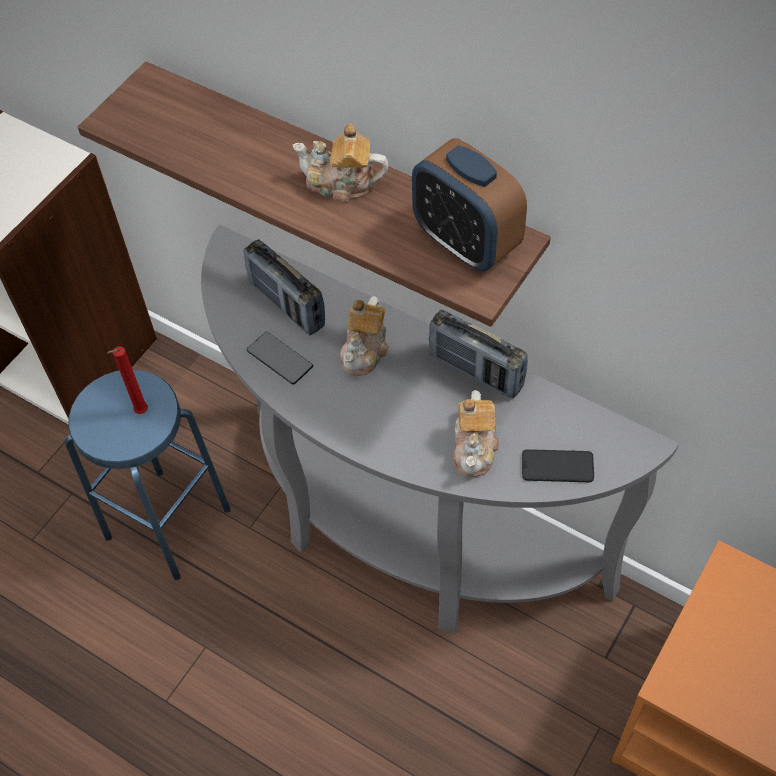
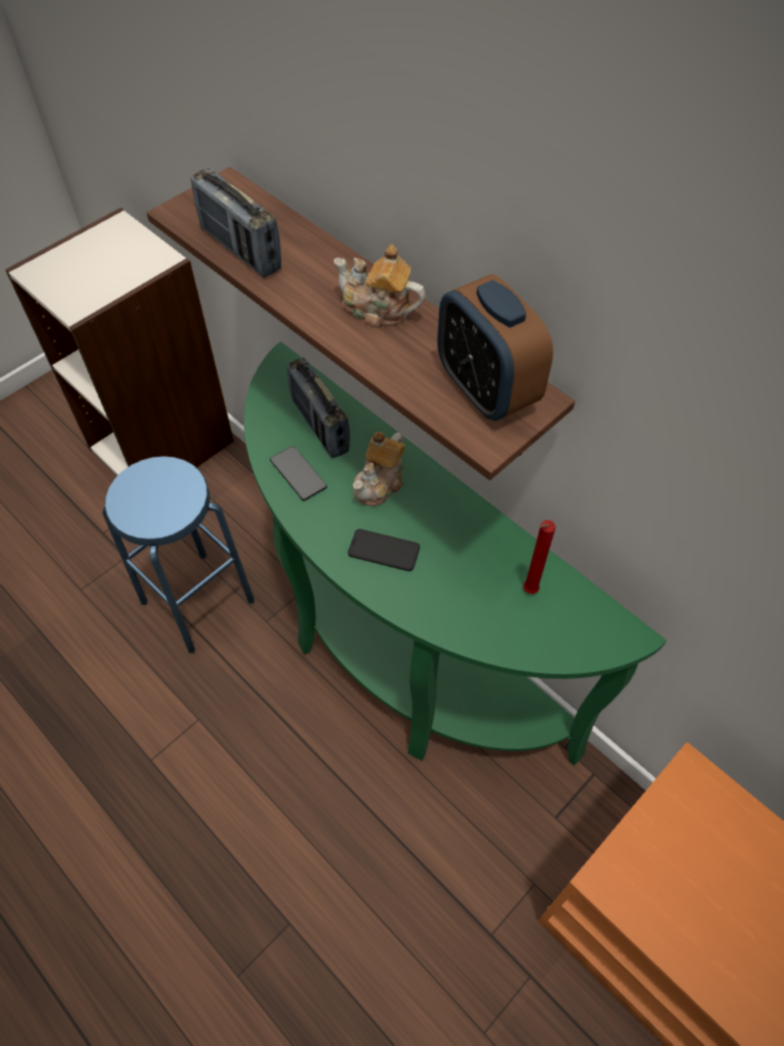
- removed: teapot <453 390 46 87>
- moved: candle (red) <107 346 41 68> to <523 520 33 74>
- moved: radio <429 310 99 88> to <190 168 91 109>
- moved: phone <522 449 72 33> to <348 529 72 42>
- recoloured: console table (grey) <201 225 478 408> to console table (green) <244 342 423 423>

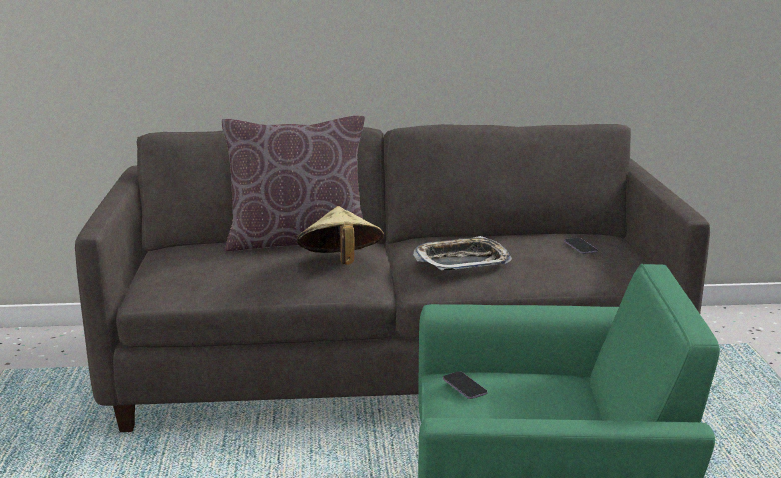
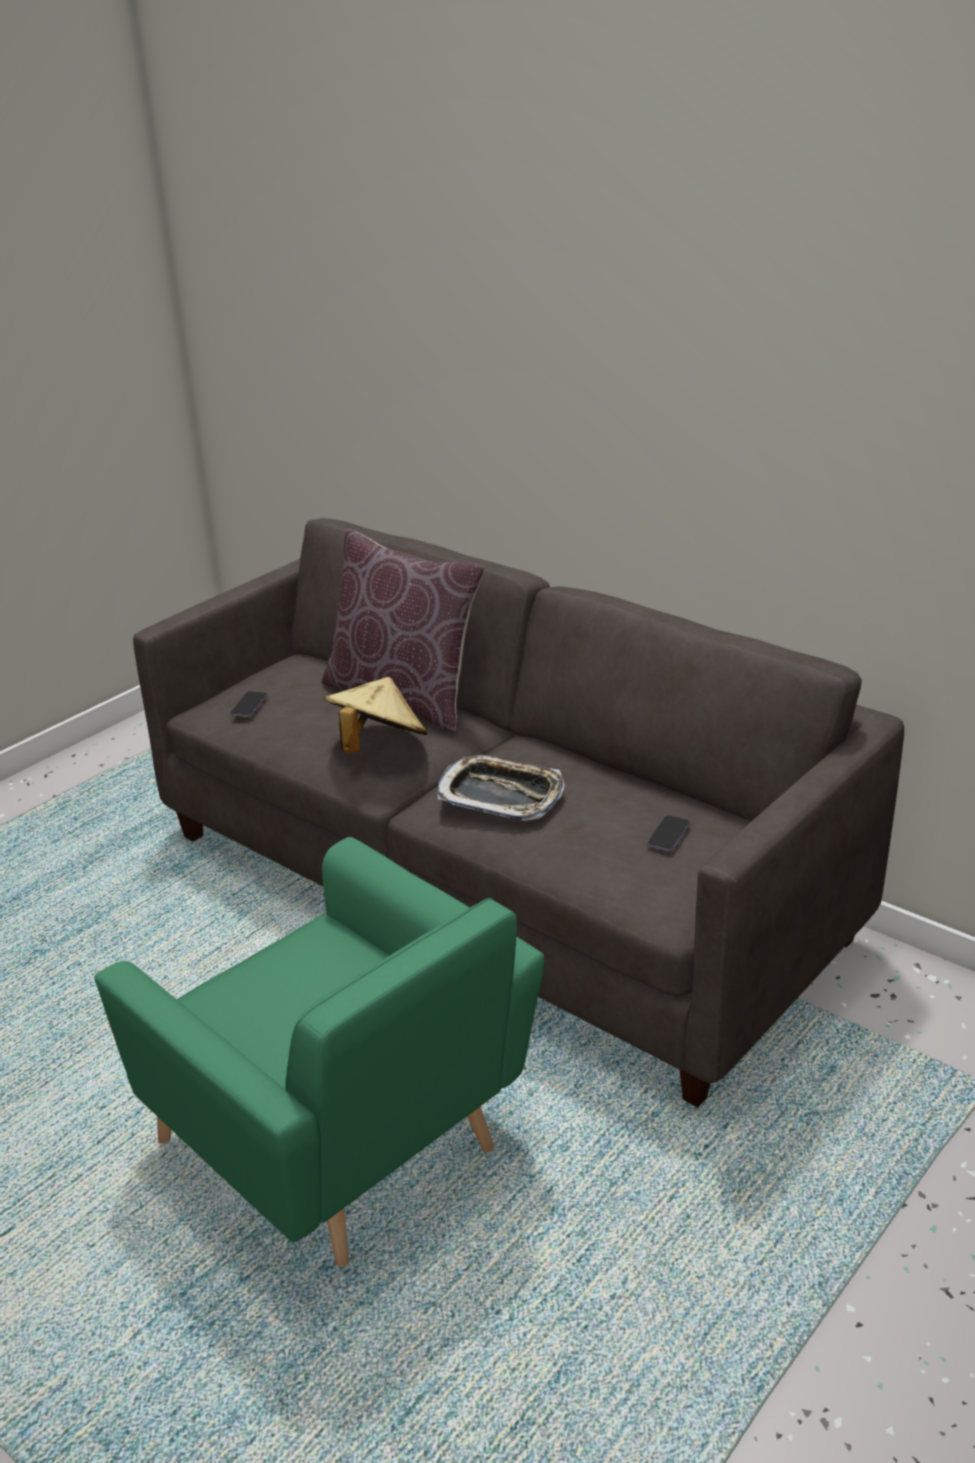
- moved: phone <443 371 45 28> to <230 691 37 26>

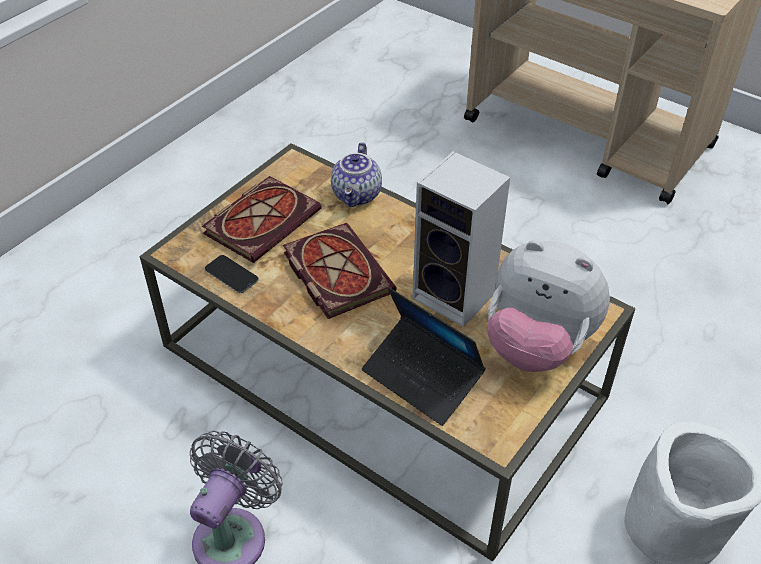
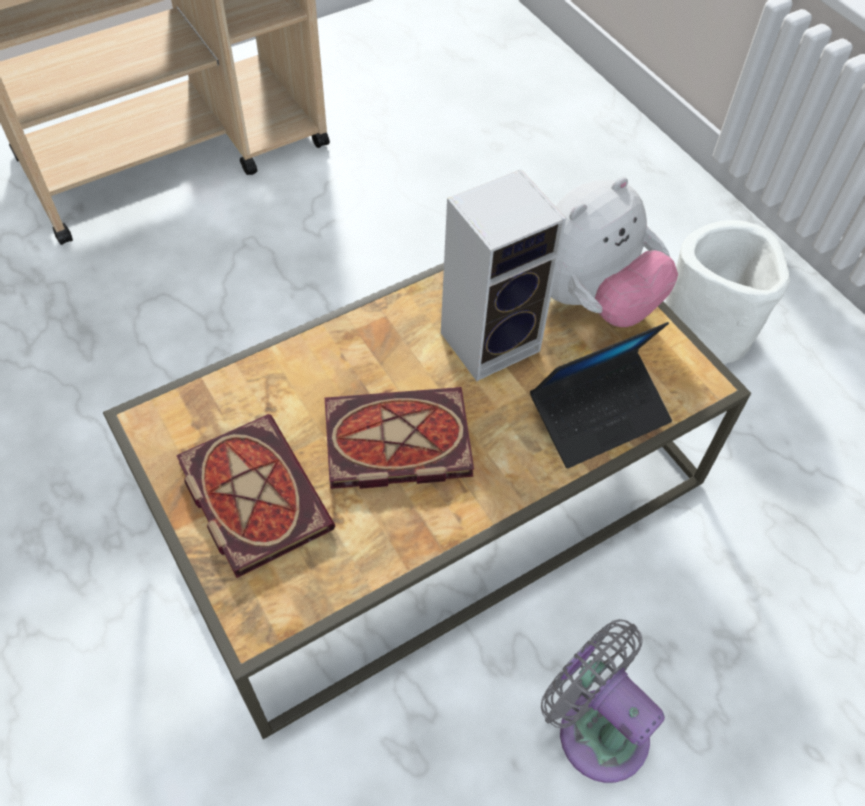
- removed: phone <205 255 54 38>
- removed: teapot <331 142 51 65>

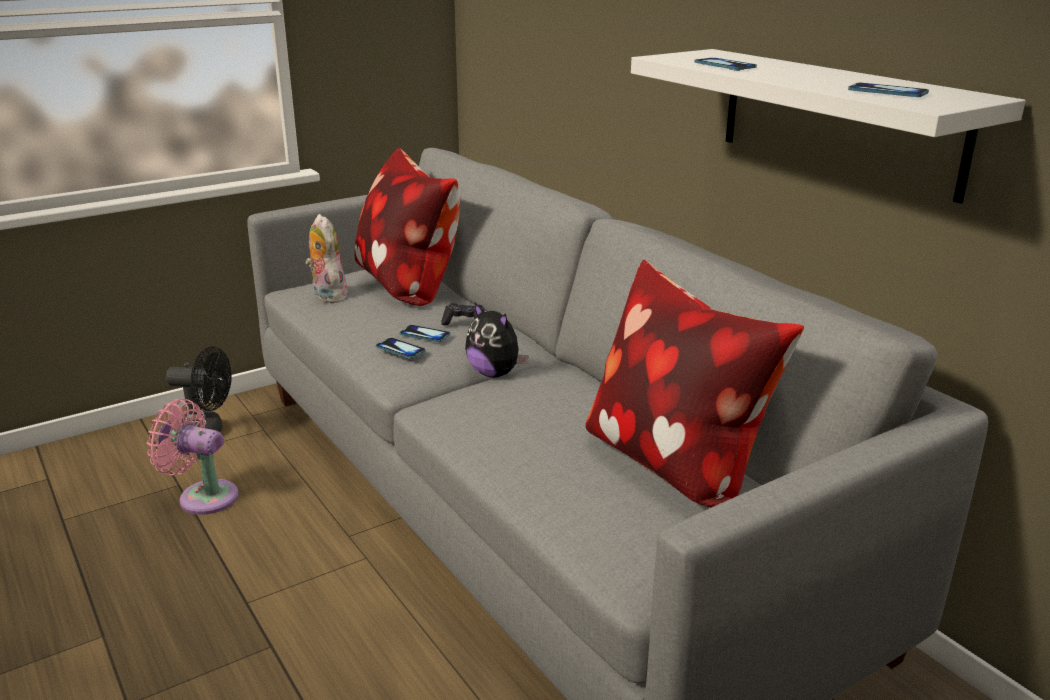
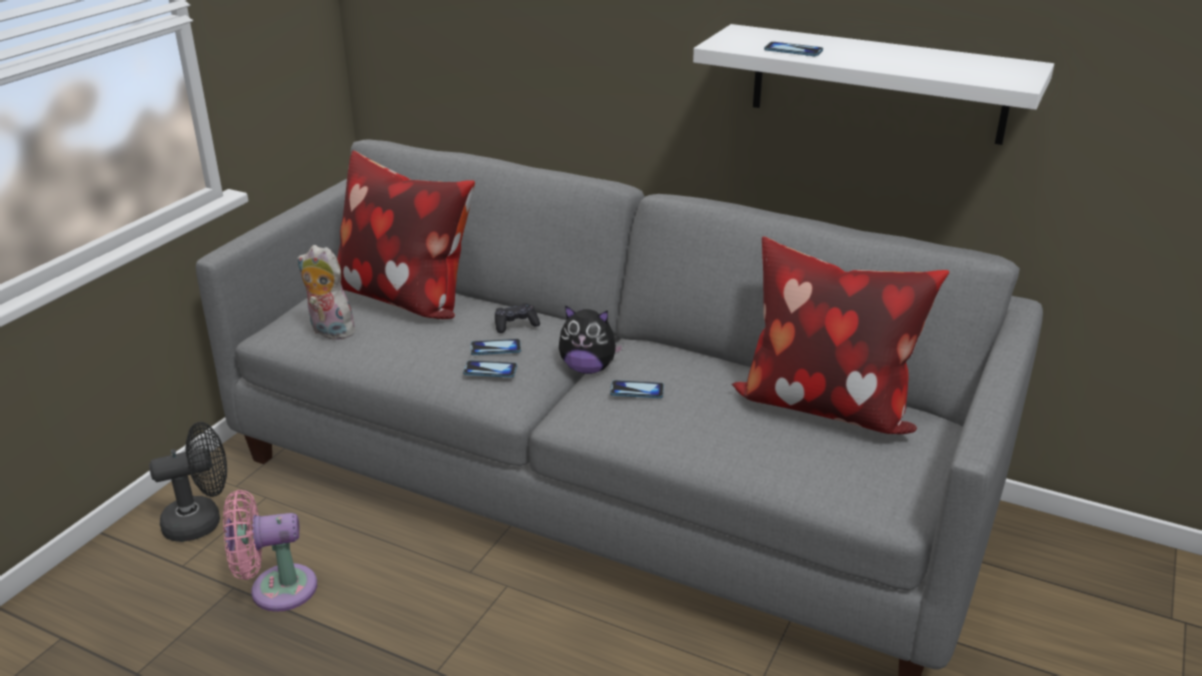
- moved: phone <848 83 81 14> to <610 380 54 18>

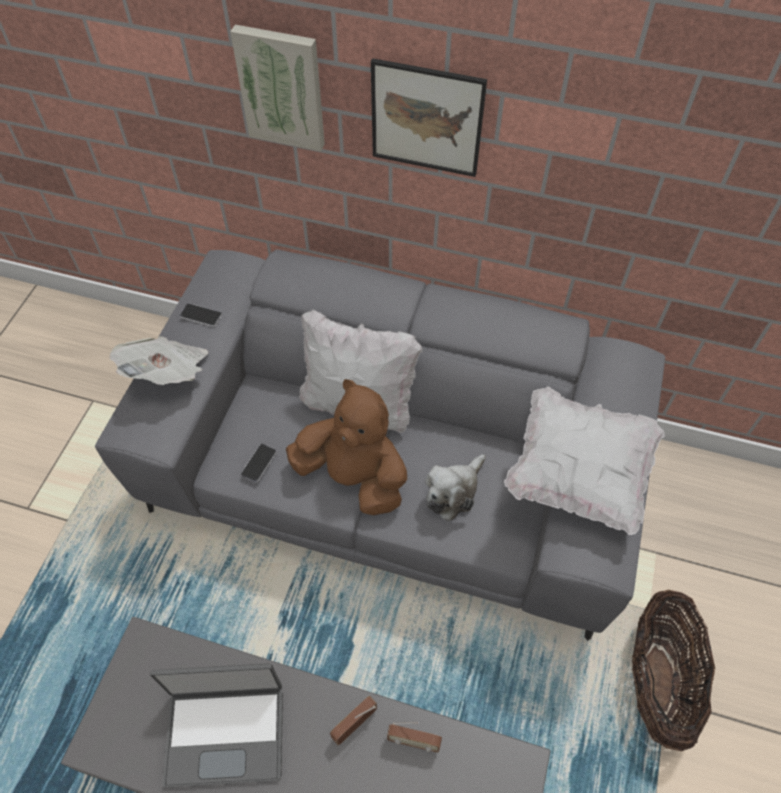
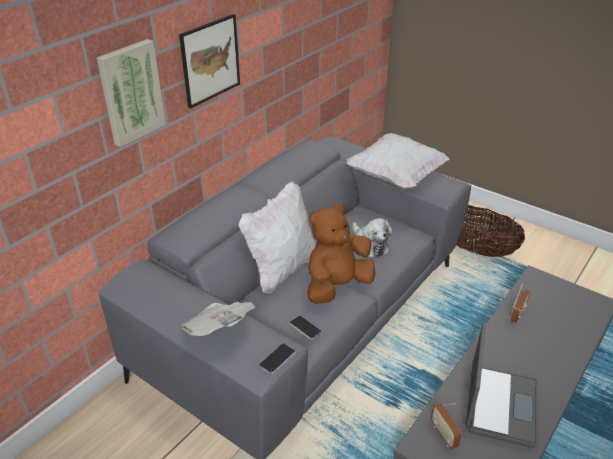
- moved: phone <180 303 42 24> to <259 343 37 31>
- moved: radio <330 696 47 49> to <431 403 31 46>

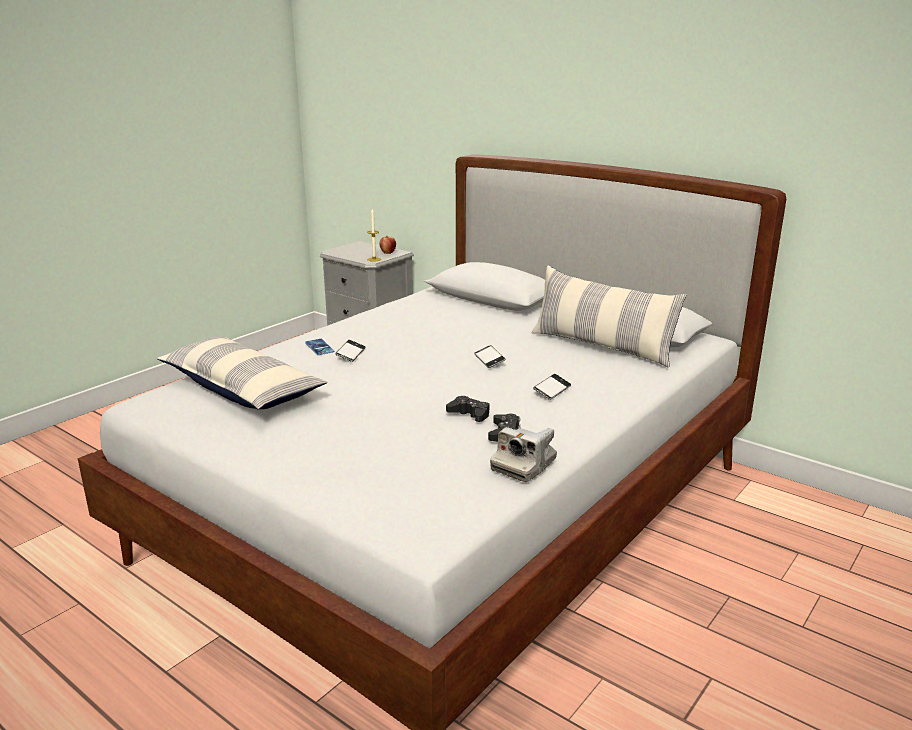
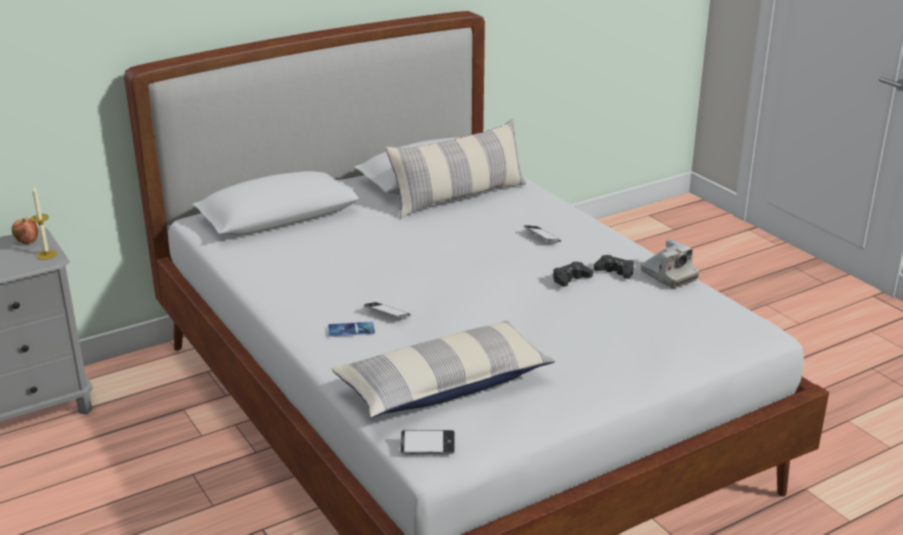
- moved: phone <474 345 31 23> to <400 430 55 24>

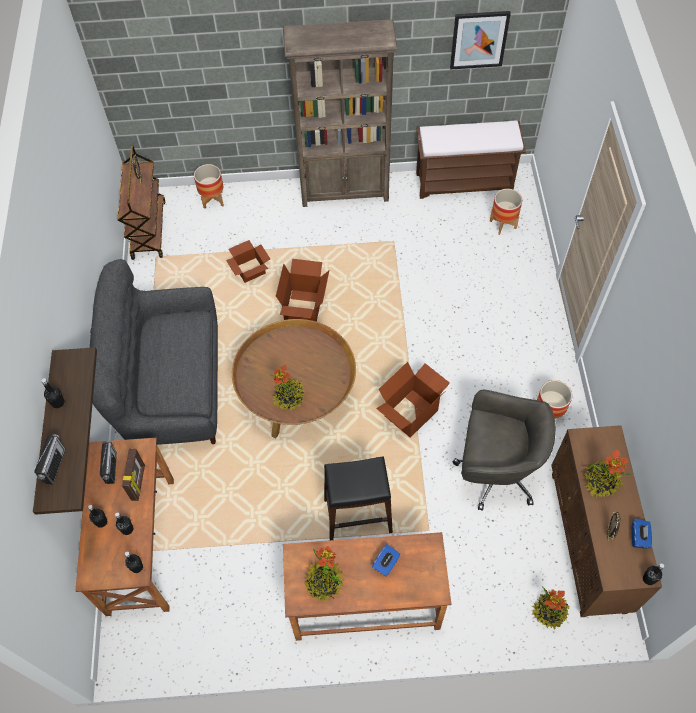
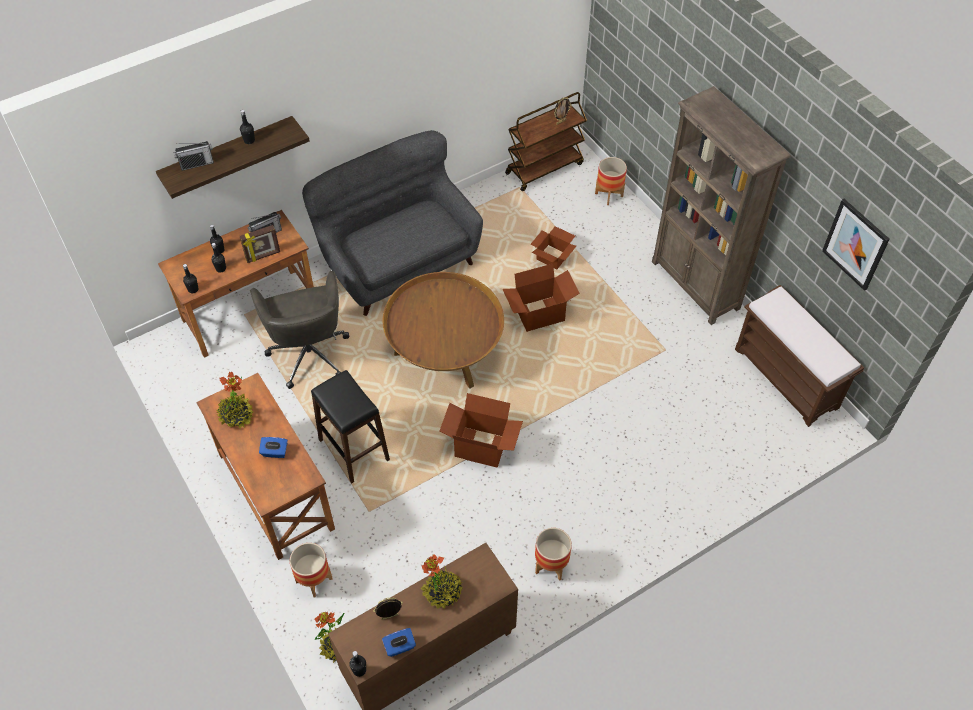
- removed: potted plant <270 364 35 46>
- moved: office chair (grey) <452 390 104 121> to <250 271 99 118>
- moved: planter <490 189 32 46> to <290 543 43 54>

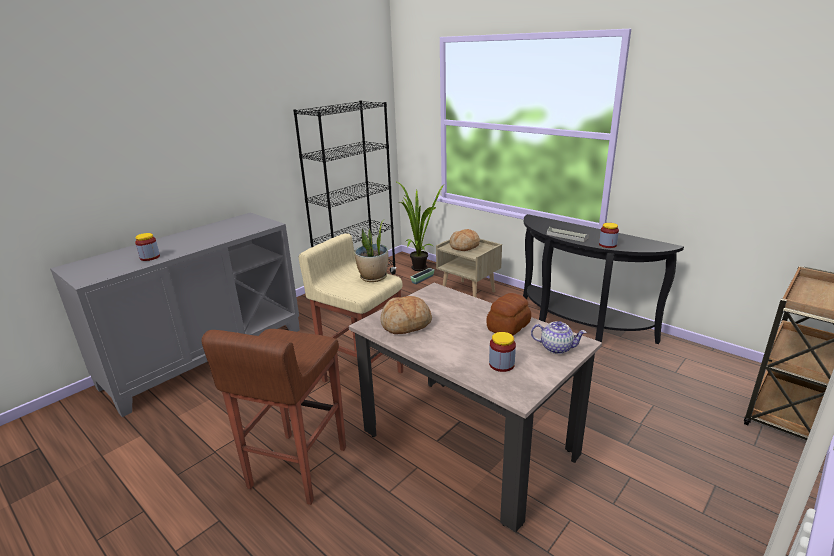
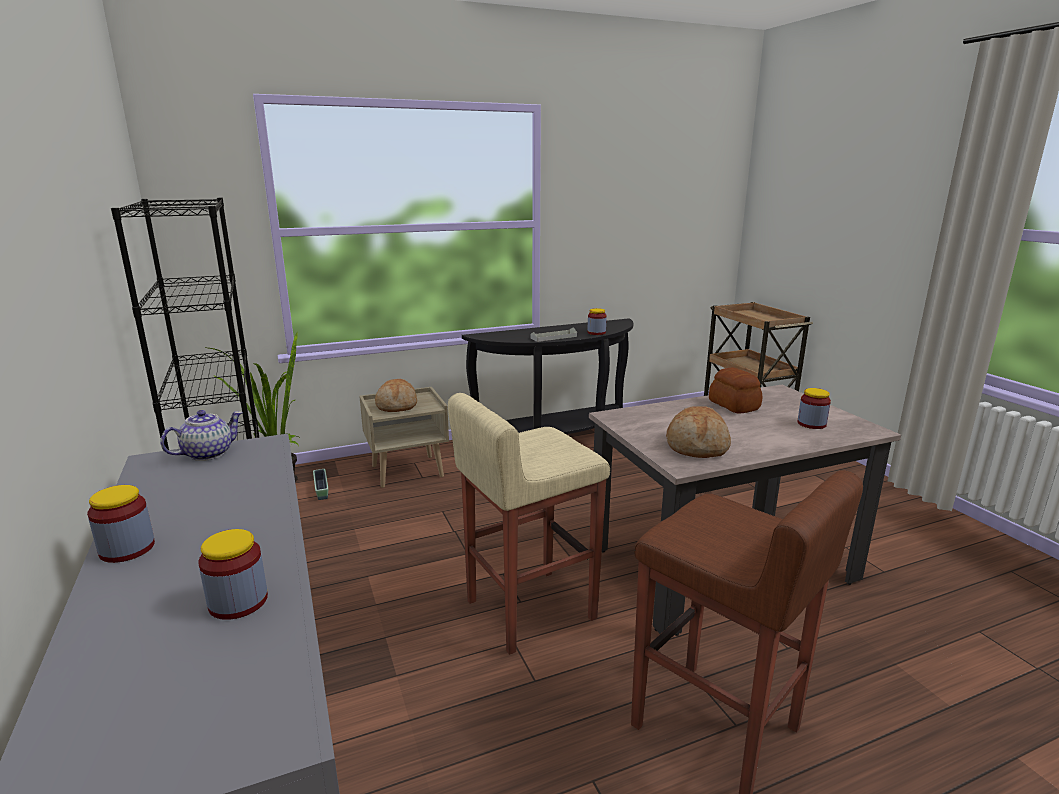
- removed: potted plant <354 220 34 62>
- added: jar <87 485 68 78>
- moved: teapot <531 321 55 33> to <160 410 83 51>

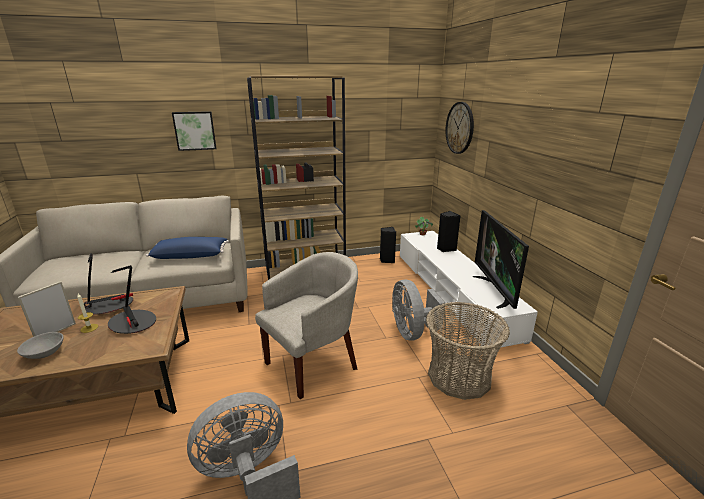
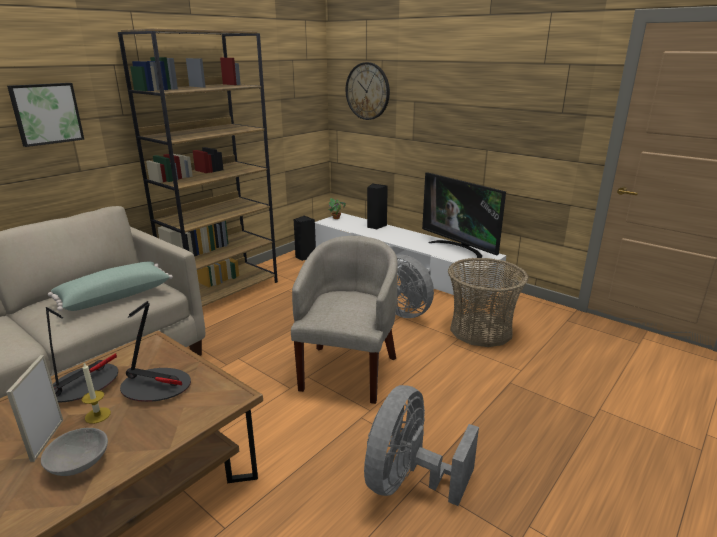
- recoloured: pillow (blue) <146 237 83 22> to pillow (green) <48 262 125 49>

